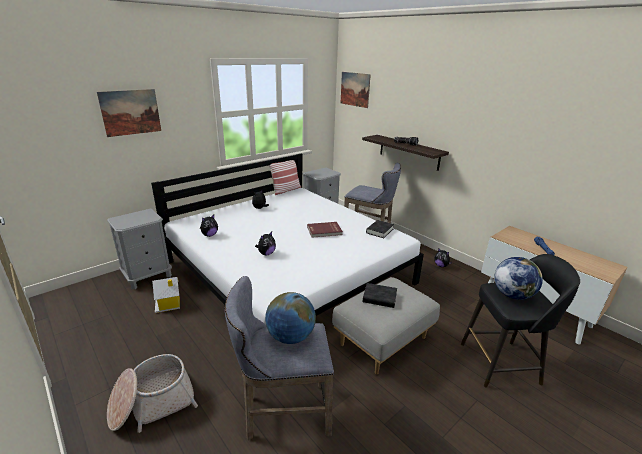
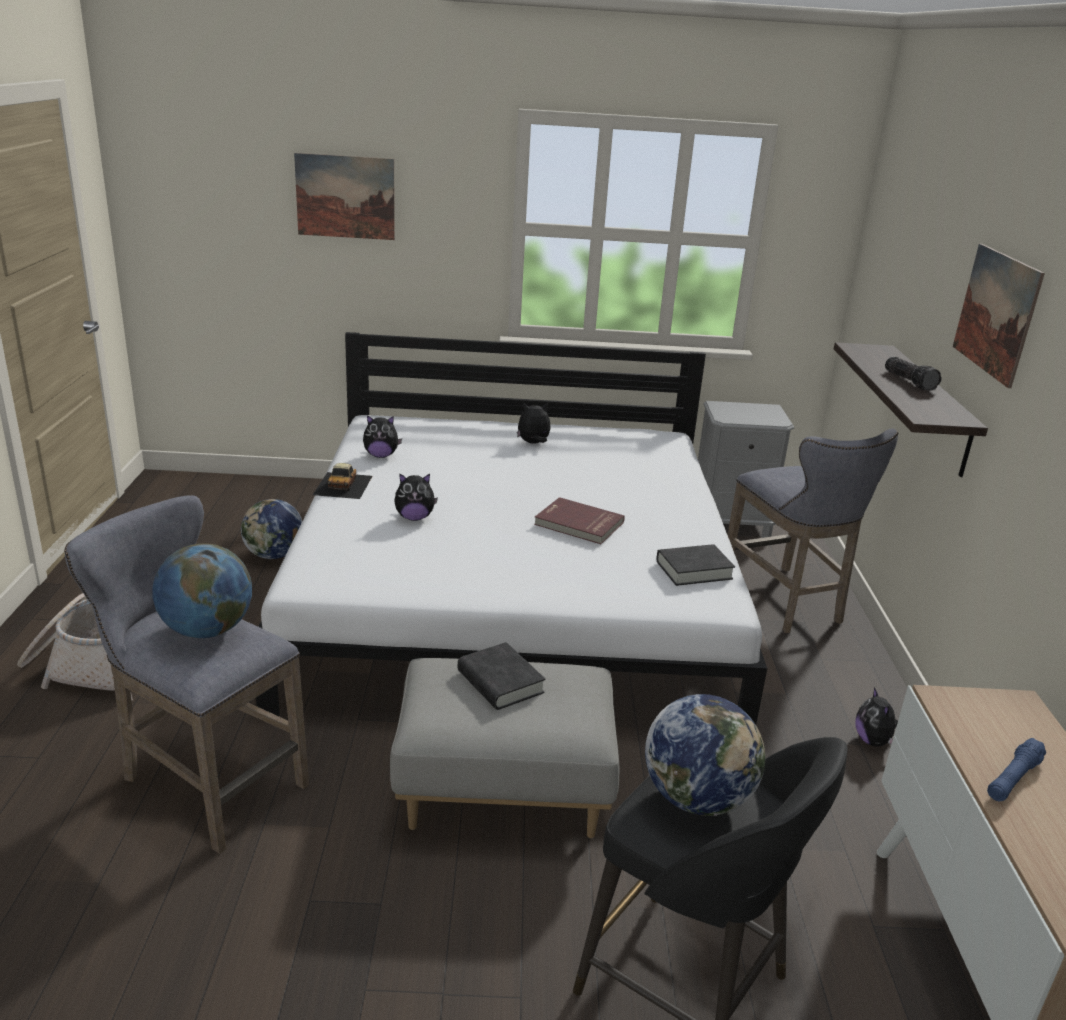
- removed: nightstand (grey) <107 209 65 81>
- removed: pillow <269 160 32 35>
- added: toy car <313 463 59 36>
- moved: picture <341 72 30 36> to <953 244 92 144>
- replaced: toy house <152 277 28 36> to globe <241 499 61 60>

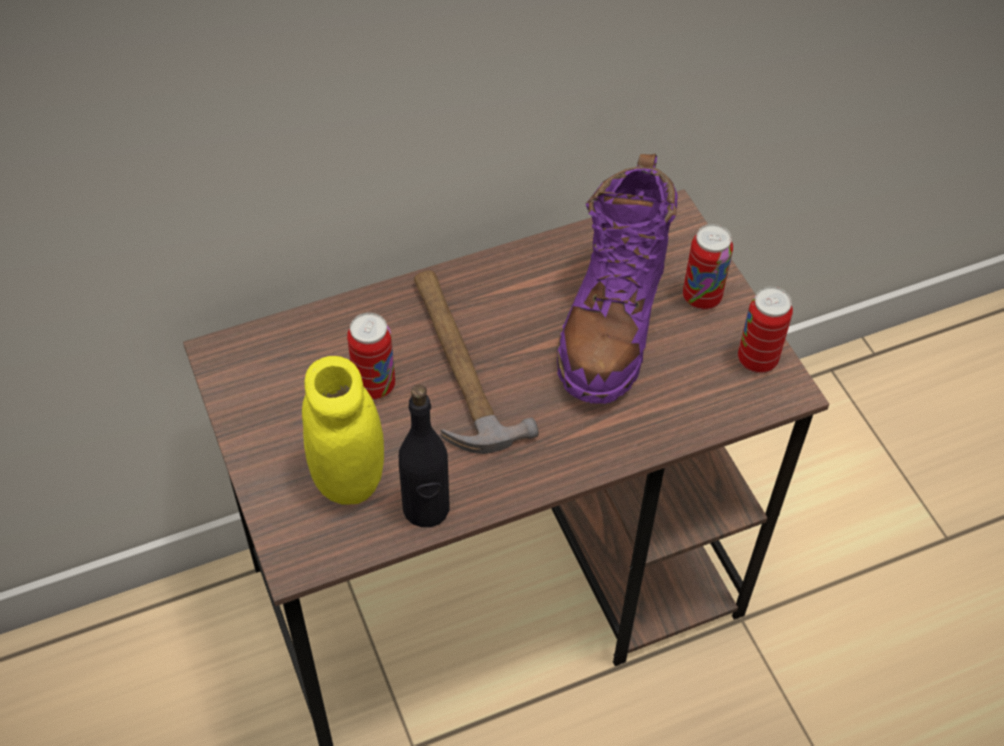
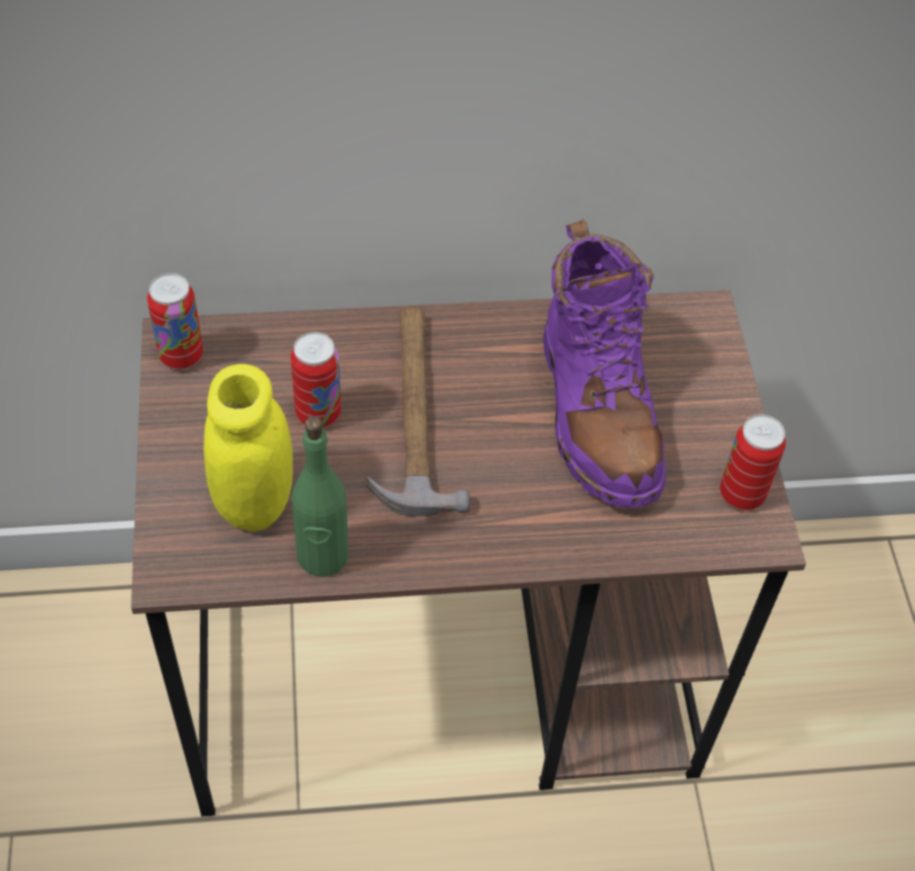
- moved: can <683 224 50 86> to <147 273 56 97>
- recoloured: bottle (black) <399 385 51 142> to bottle (green) <292 416 57 161>
- turned: boot (purple) <557 154 121 250> = <543 219 123 289> 45 degrees counterclockwise

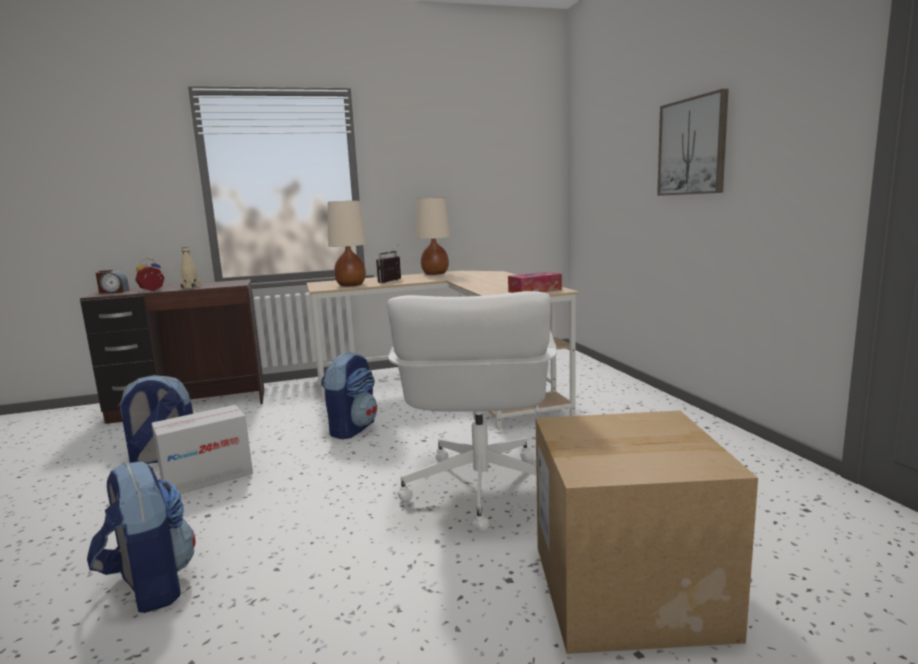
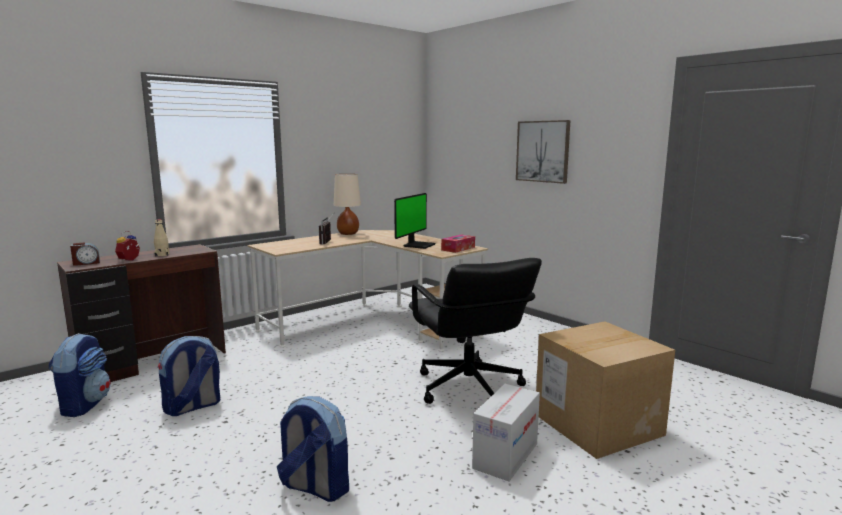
- removed: table lamp (beige) <328 200 39 86>
- added: monitor <394 193 42 56>
- moved: cardboard box <151 405 102 89> to <472 384 68 98>
- moved: backpack <321 352 56 87> to <49 333 62 84>
- recoloured: office chair (white) <387 291 170 242> to office chair (black) <409 258 133 146>

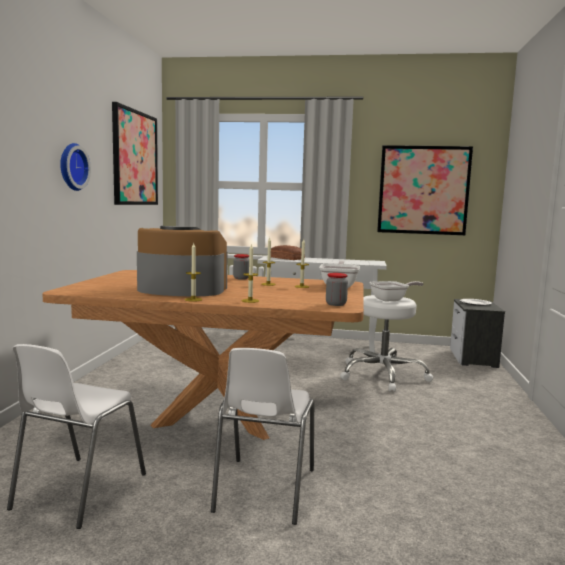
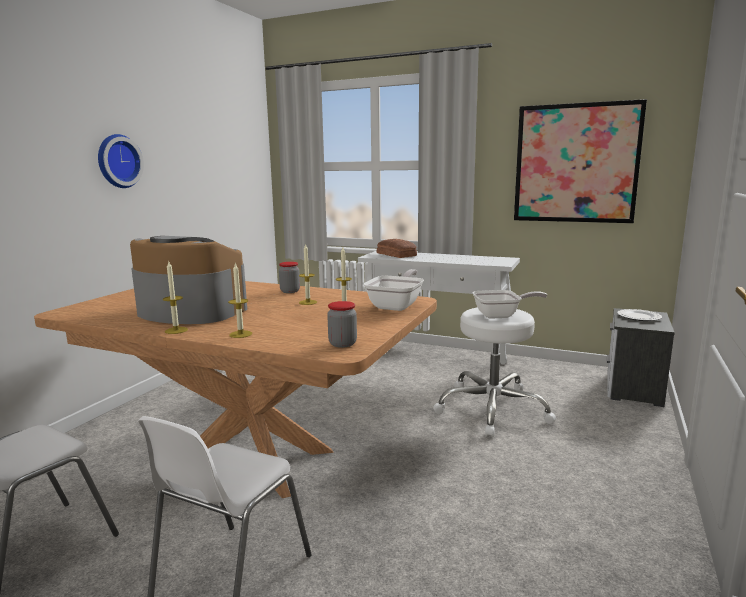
- removed: picture <112 102 46 103>

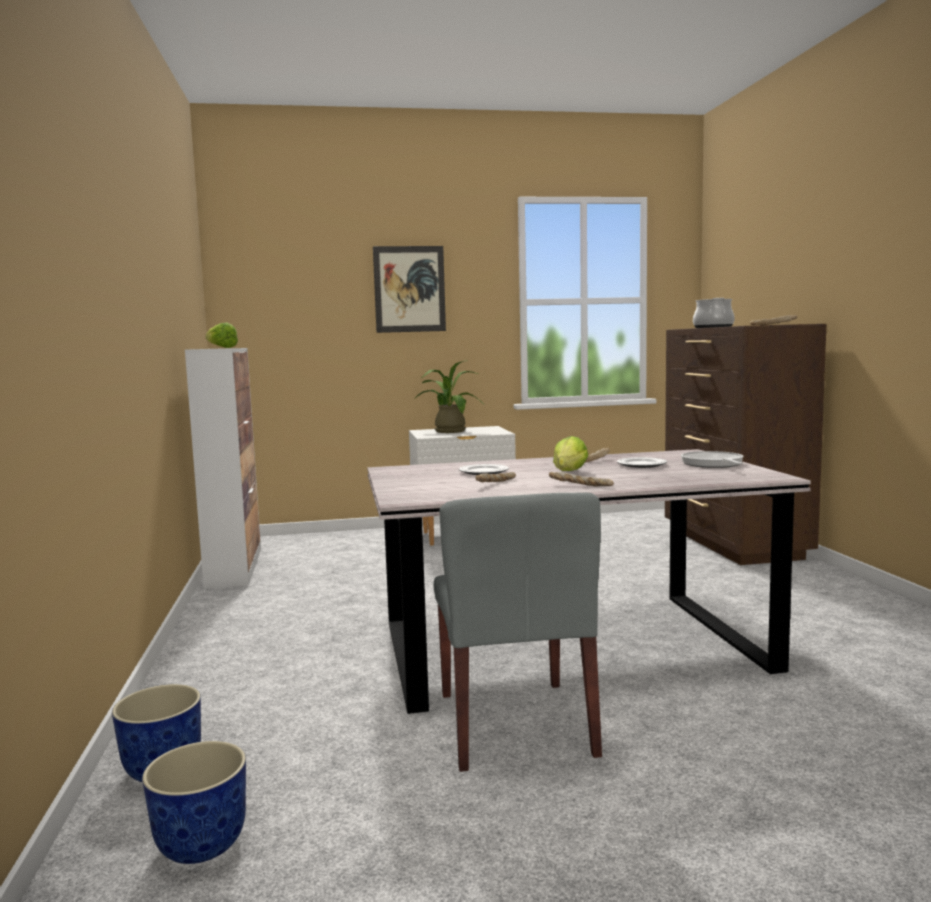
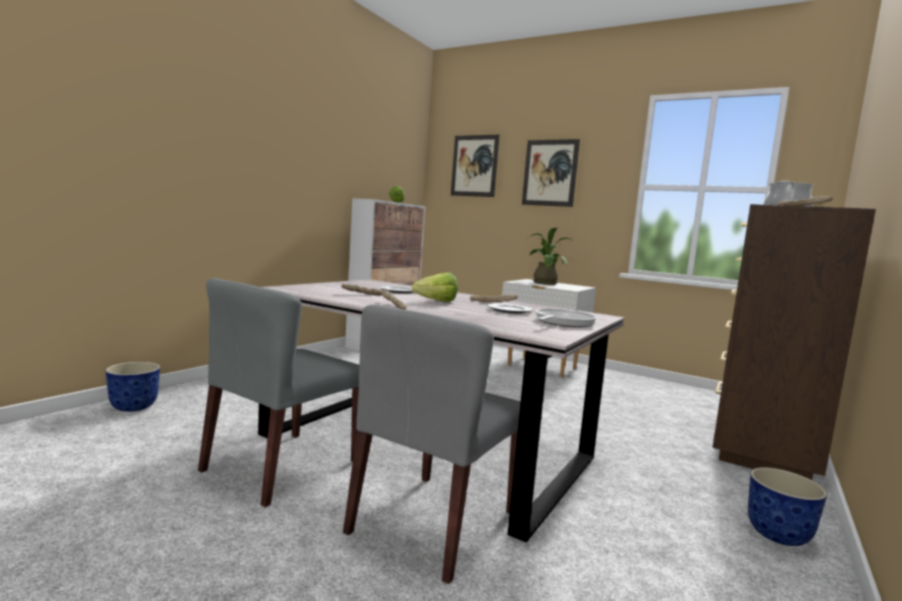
- added: chair (grey) <343 305 178 279>
- added: picture <451 135 49 62>
- moved: planter <142 741 104 123> to <748 467 79 79>

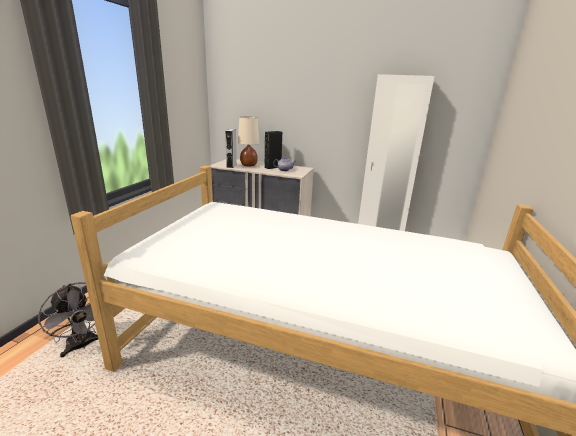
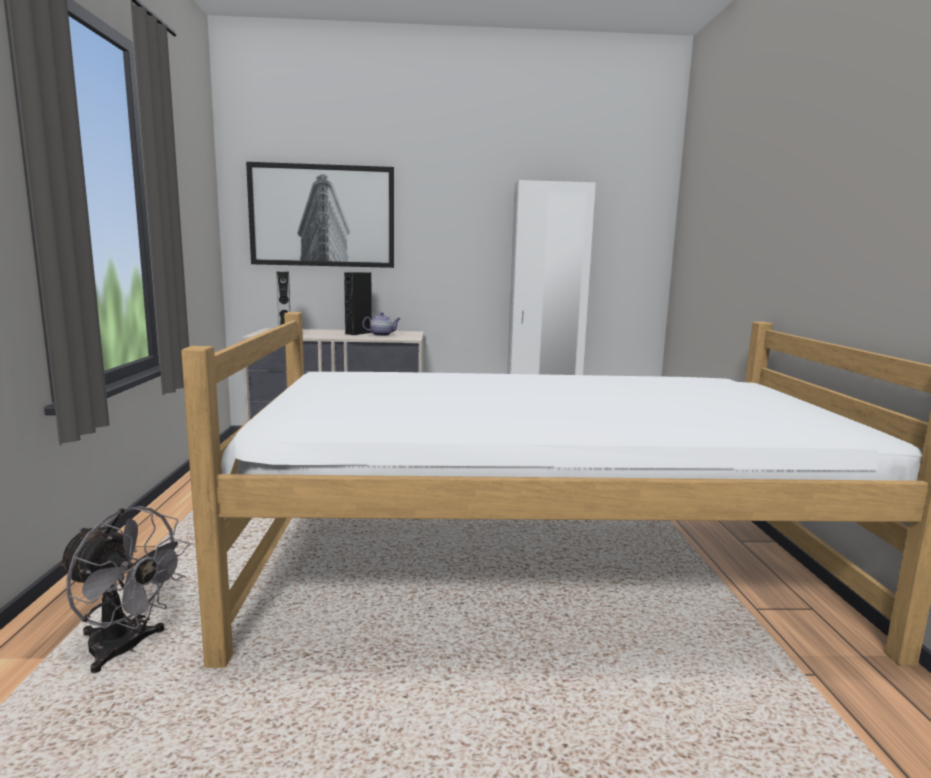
- removed: table lamp (beige) <238 117 21 50>
- added: picture <246 162 148 106>

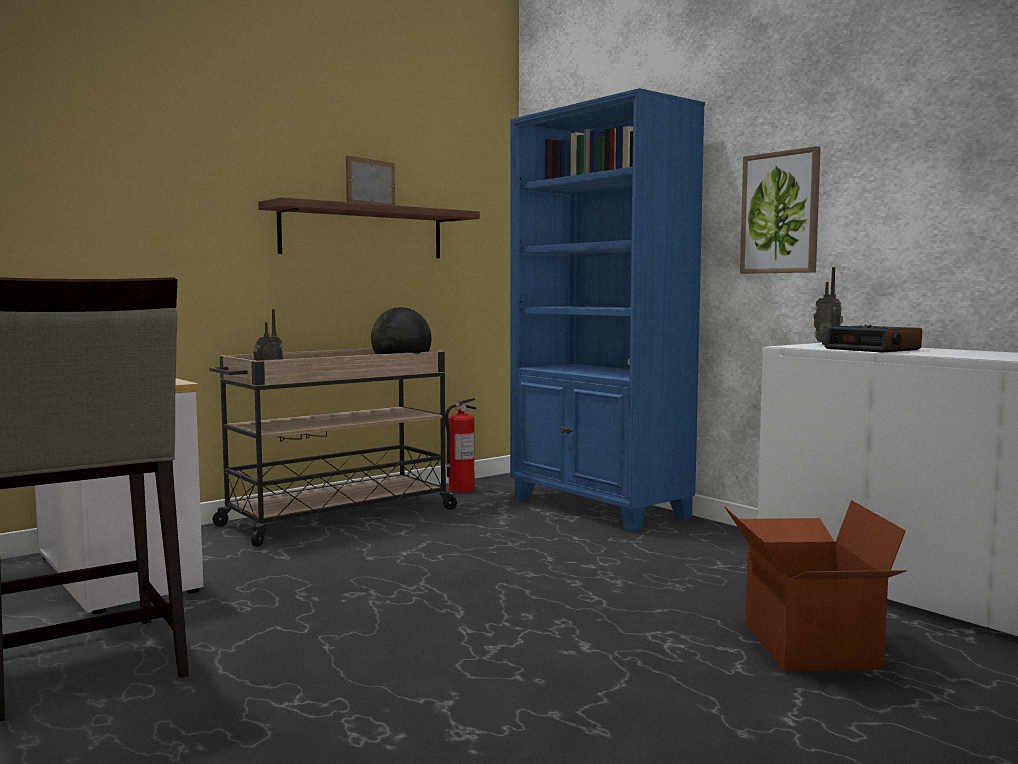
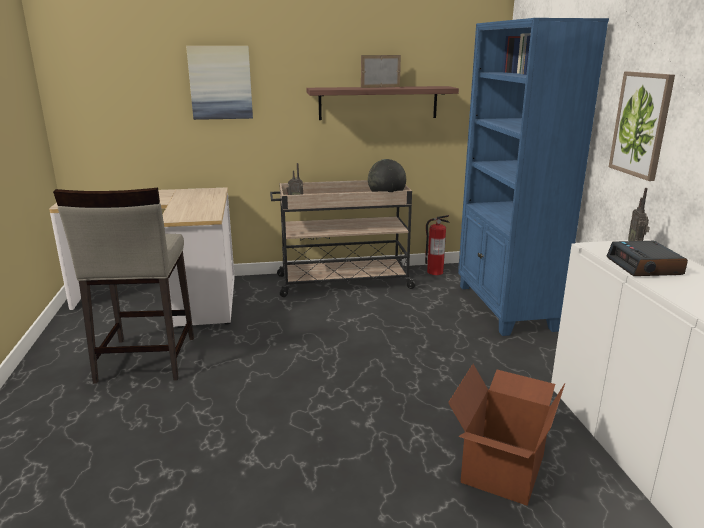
- added: picture <186 46 67 74>

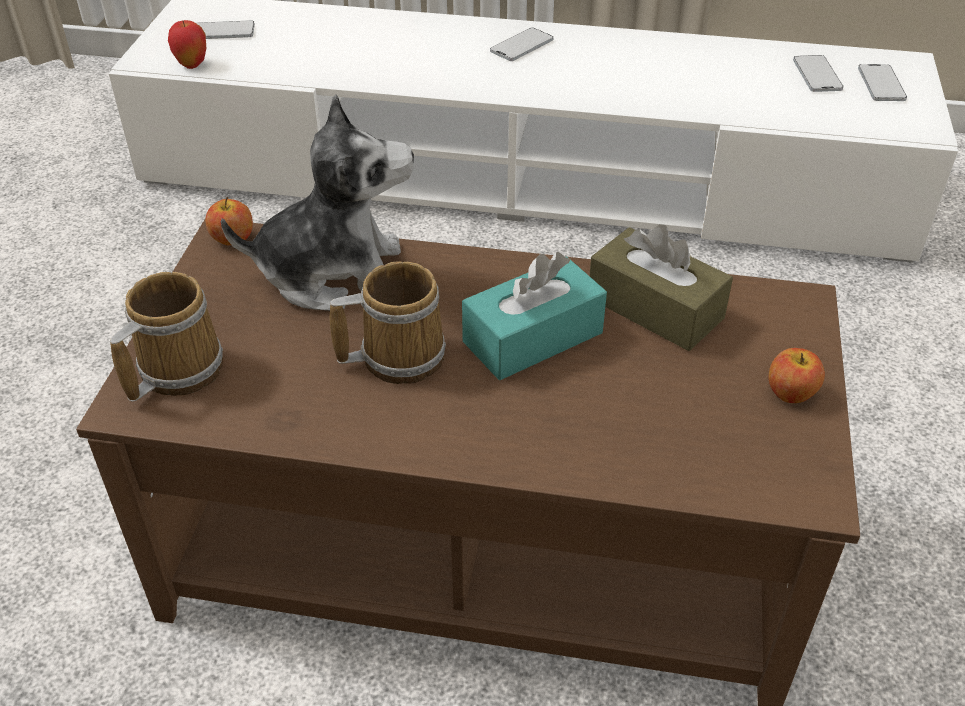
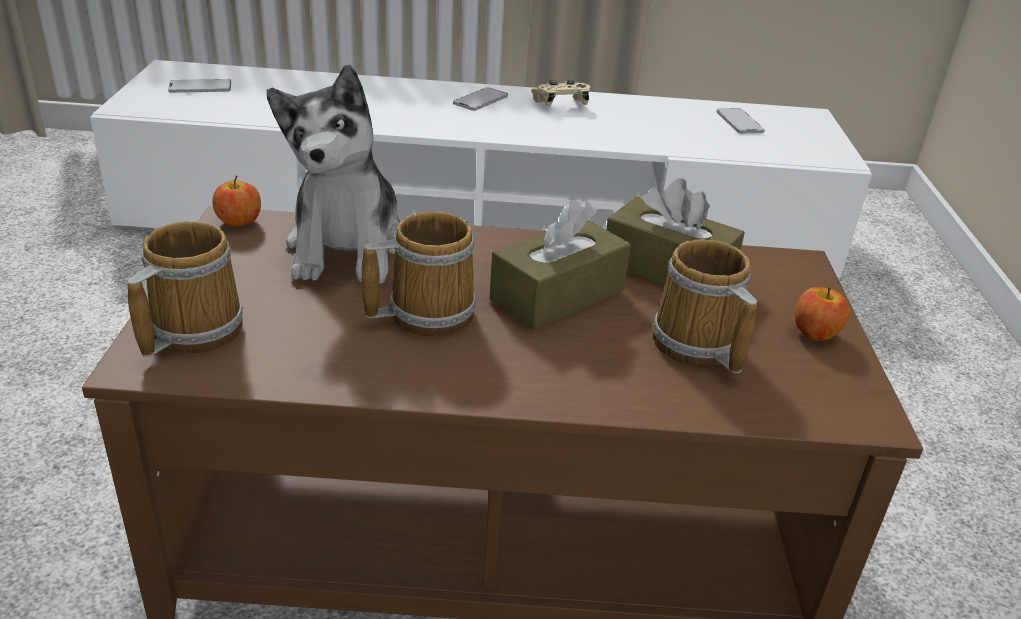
- removed: apple <168 20 38 49>
- removed: phone <858 64 49 37>
- added: game controller (beige) <531 80 60 27>
- added: mug <652 239 106 134>
- recoloured: tissue box (turquoise) <462 252 145 128> to tissue box (brown) <489 200 142 130>
- turned: plush toy <221 94 193 217> = <267 65 134 219> 105 degrees clockwise

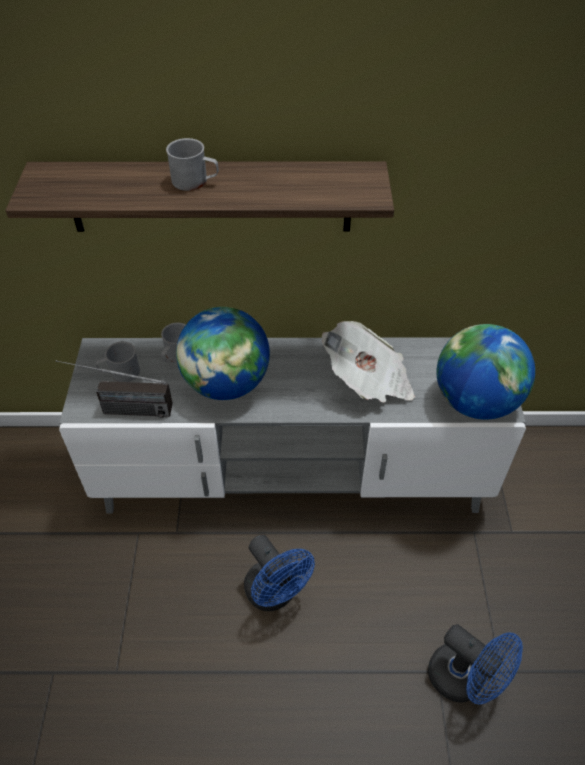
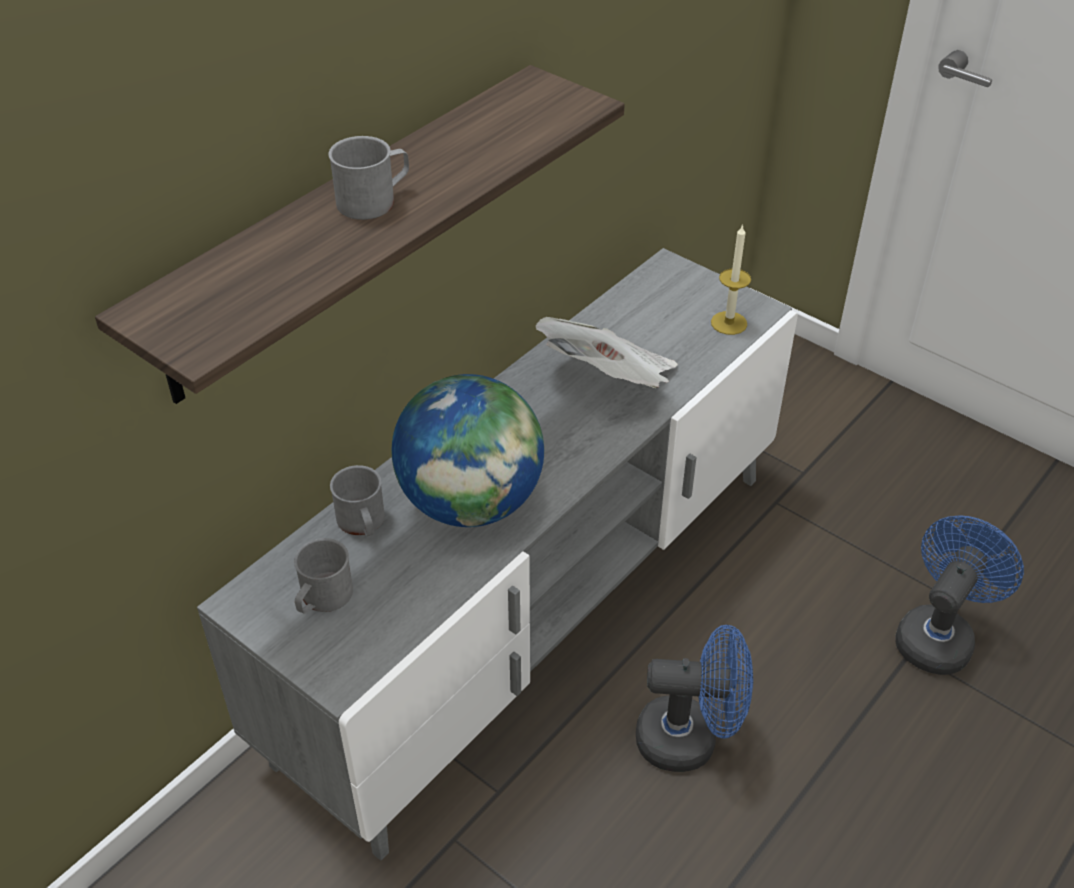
- removed: radio <56 360 117 58>
- replaced: globe <436 324 99 96> to candle <711 224 40 111>
- turned: fan (blue) <428 624 95 80> = <895 515 129 160> 45 degrees counterclockwise

